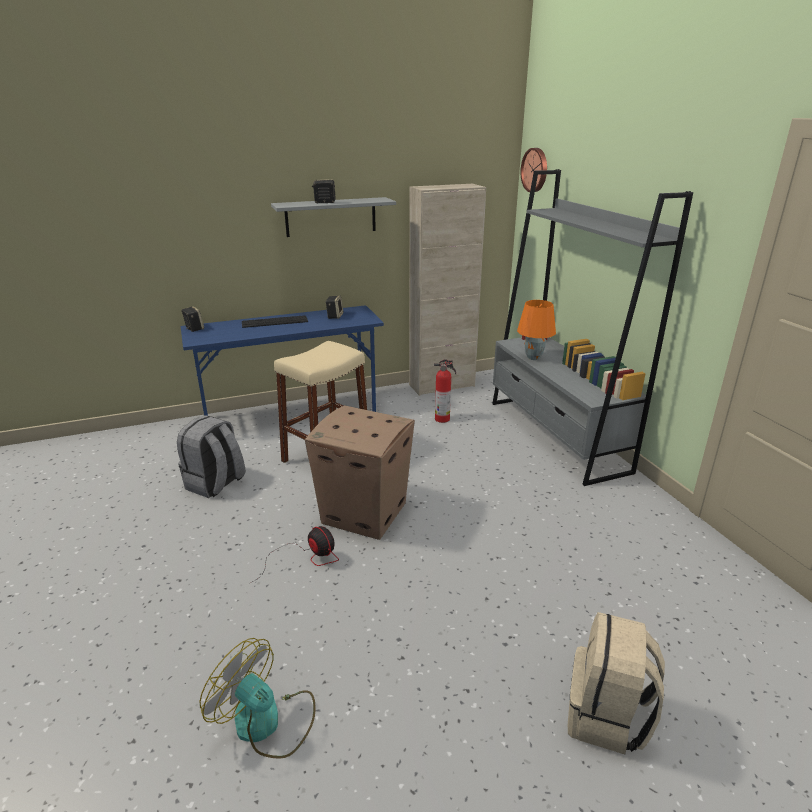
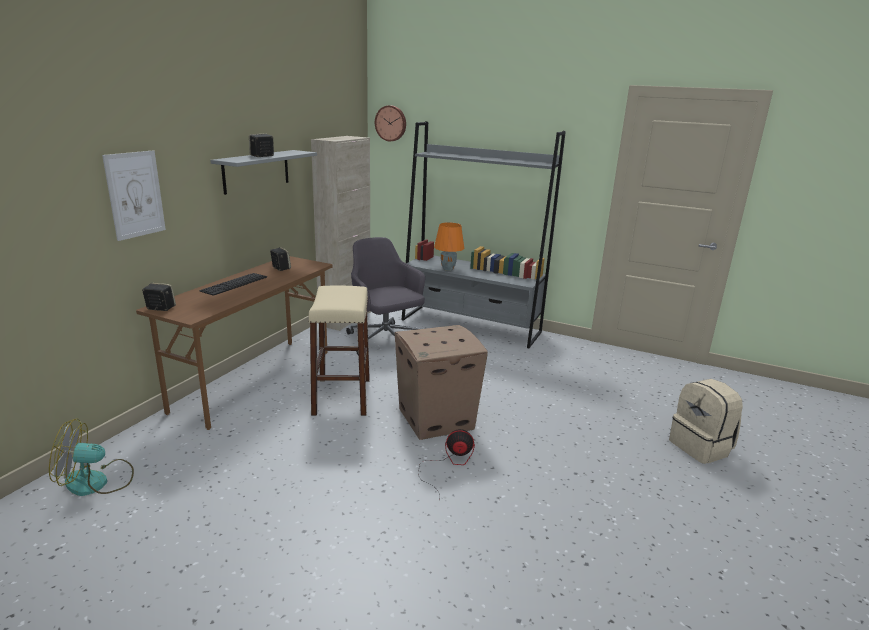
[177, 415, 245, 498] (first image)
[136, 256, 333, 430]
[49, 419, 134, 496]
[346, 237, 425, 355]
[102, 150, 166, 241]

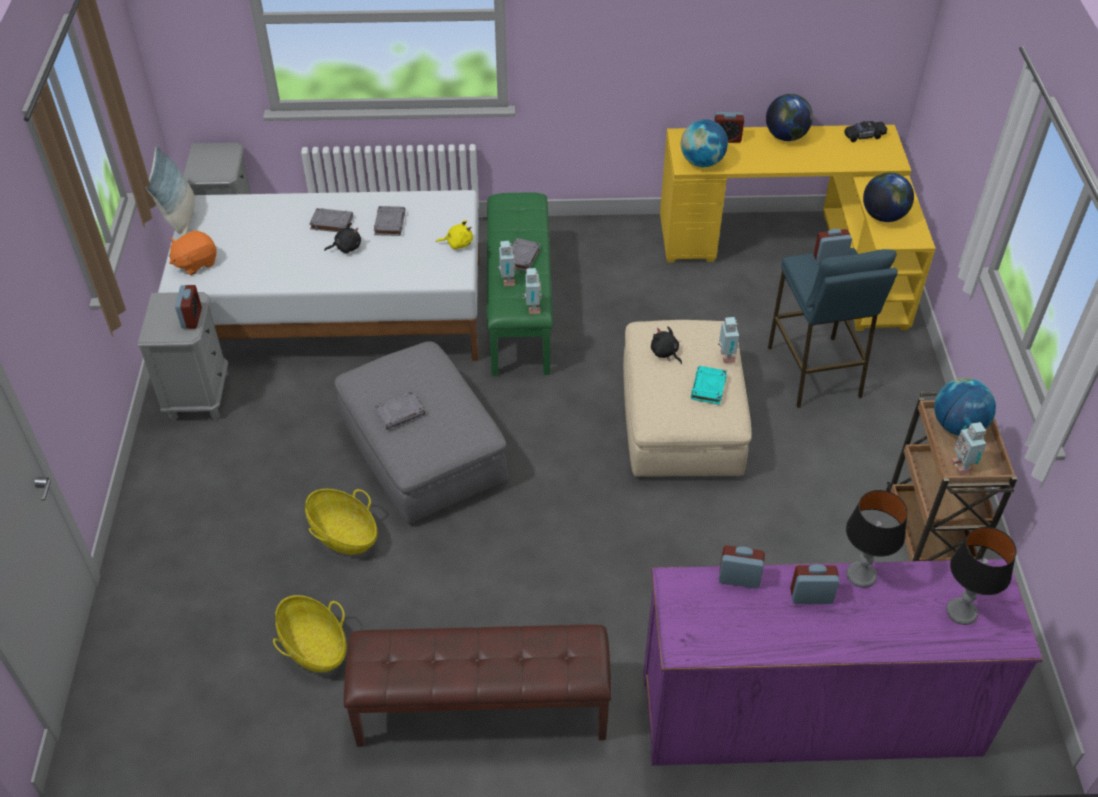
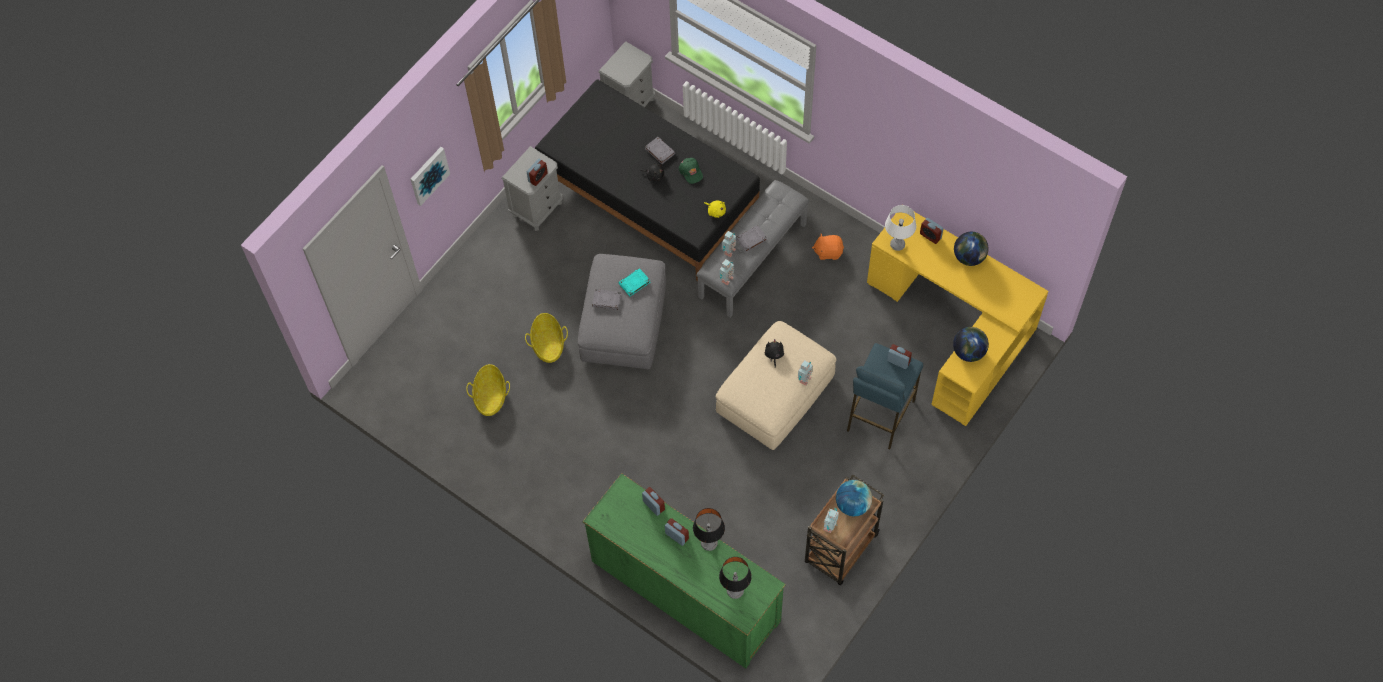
[145, 146, 195, 237] (first image)
[535, 79, 760, 281]
[812, 233, 844, 260]
[344, 624, 611, 747] (first image)
[679, 158, 703, 184]
[696, 180, 809, 318]
[582, 473, 786, 669]
[885, 205, 916, 251]
[618, 268, 651, 296]
[844, 121, 887, 142] (first image)
[410, 147, 450, 206]

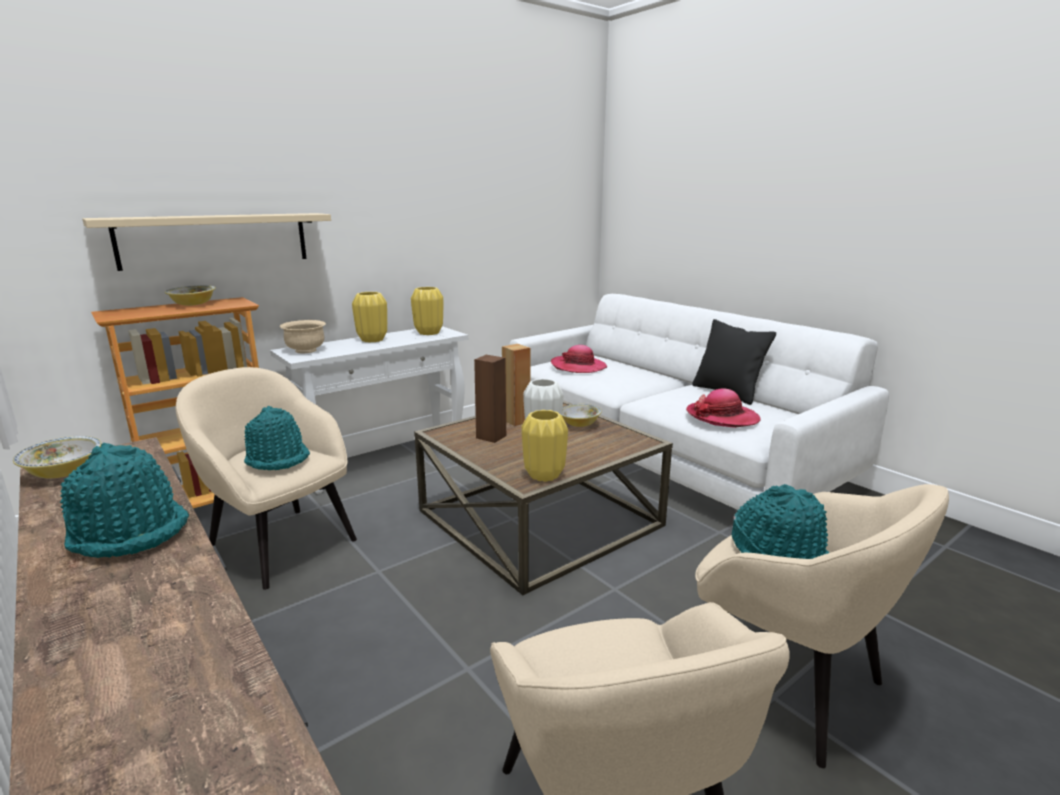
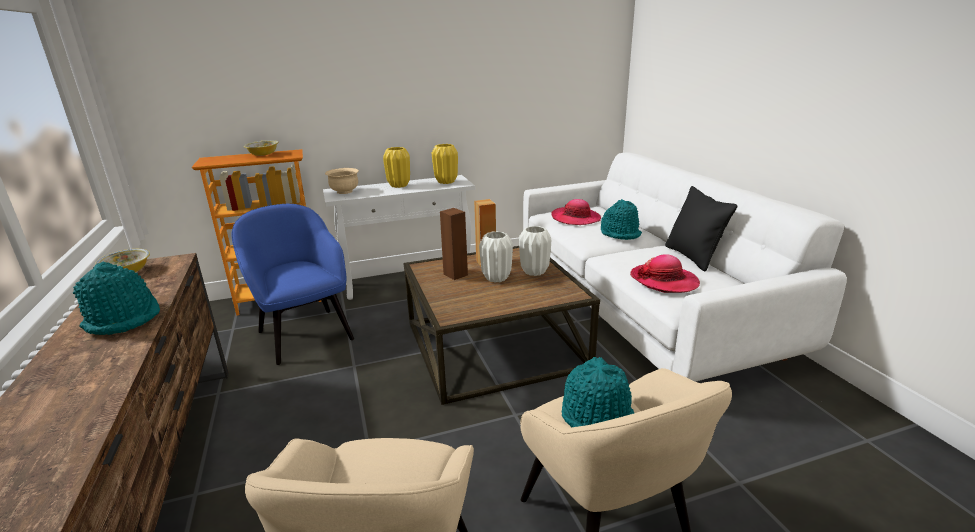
[82, 213, 331, 271] (first image)
[232, 204, 354, 365]
[601, 199, 642, 240]
[521, 410, 568, 482] (first image)
[519, 226, 551, 276]

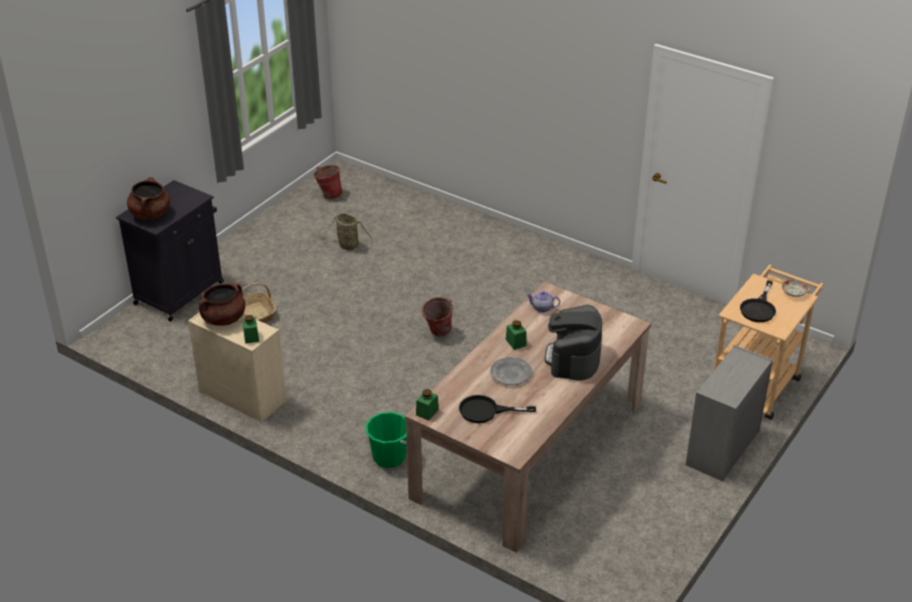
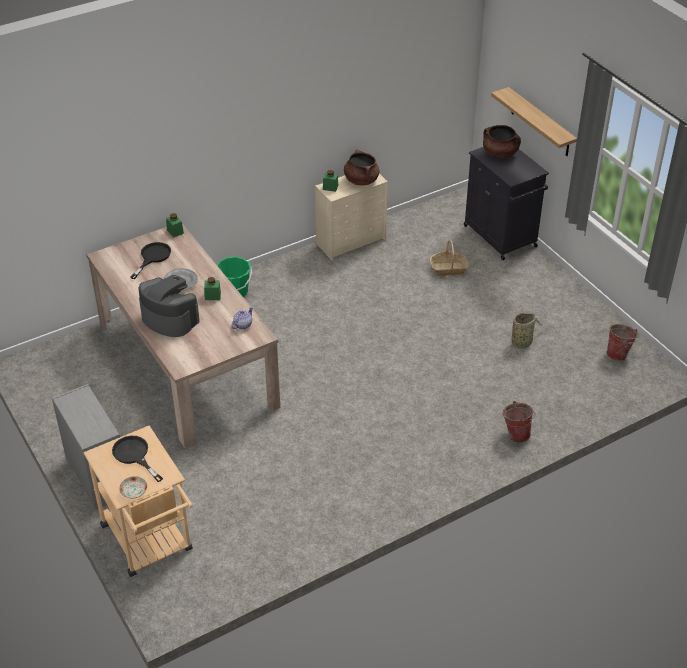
[503, 401, 535, 442]
[491, 87, 577, 156]

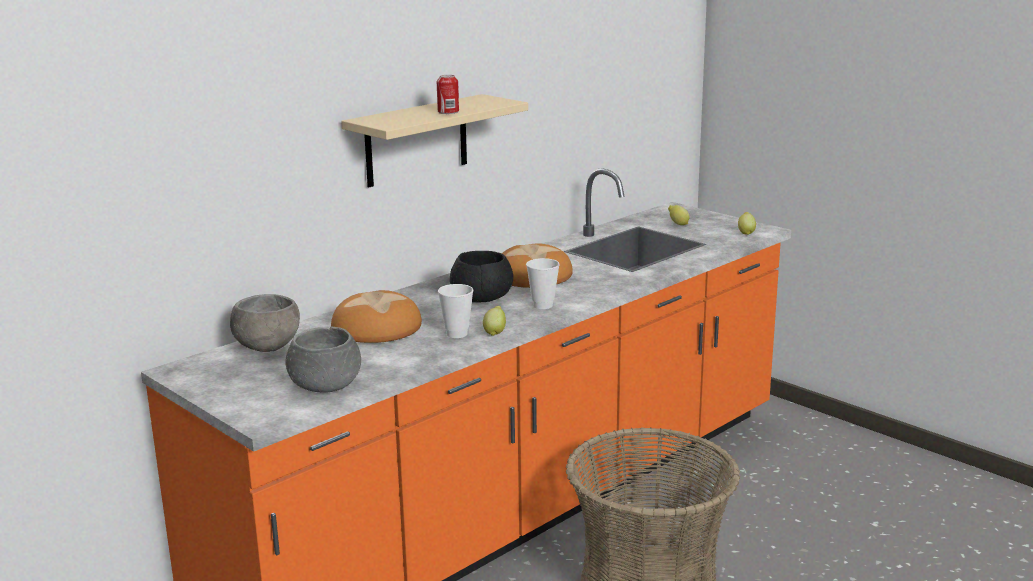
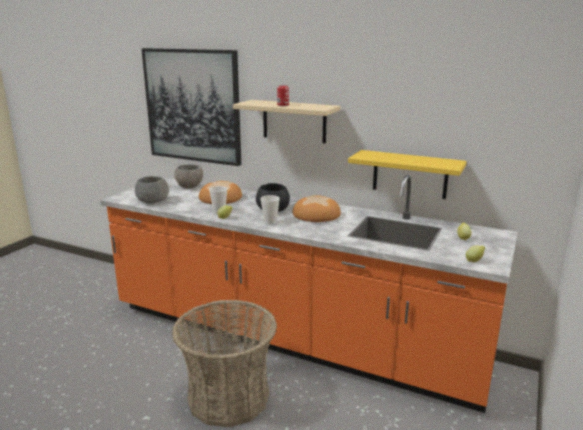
[142, 48, 241, 166]
[348, 150, 467, 199]

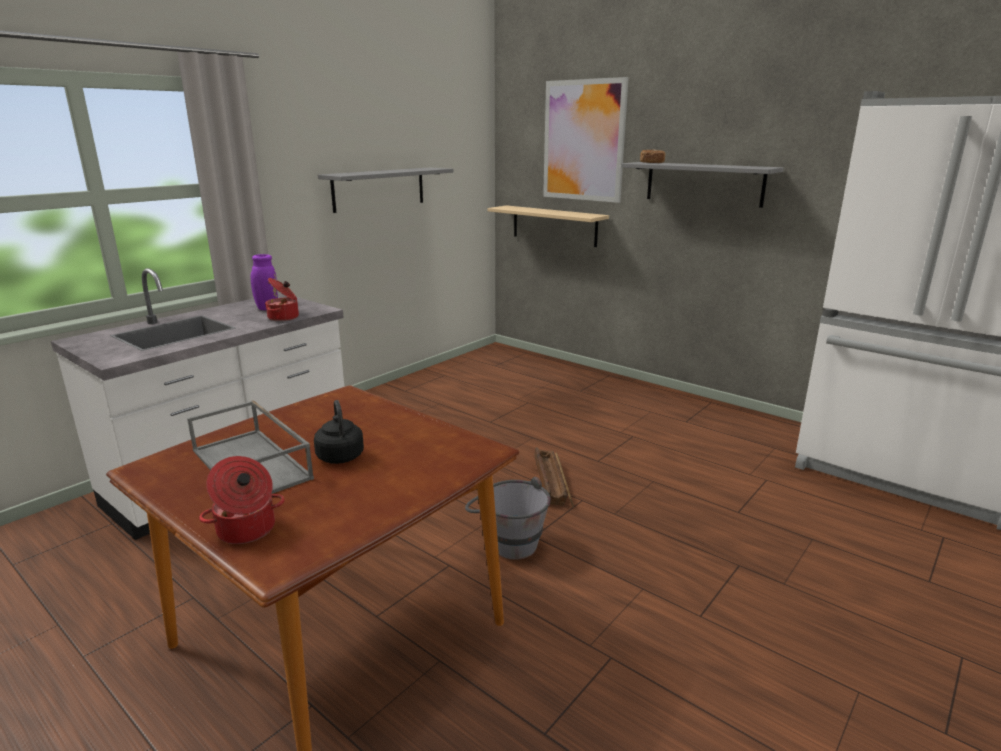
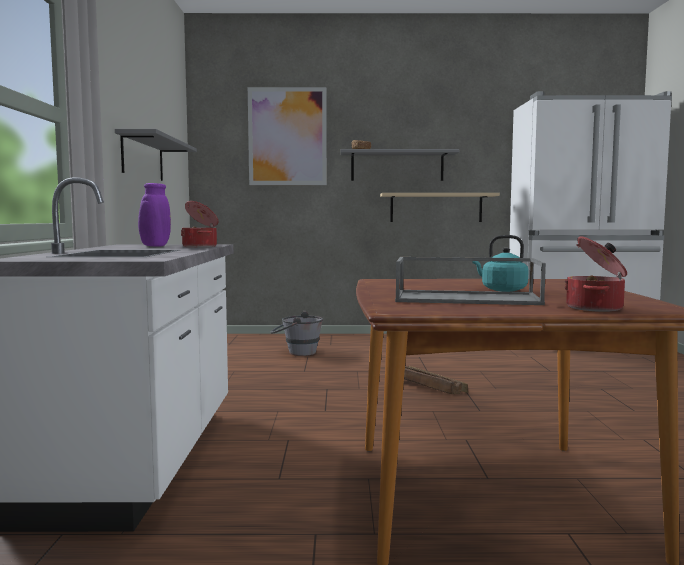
[472, 235, 529, 292]
[270, 311, 323, 356]
[380, 193, 500, 222]

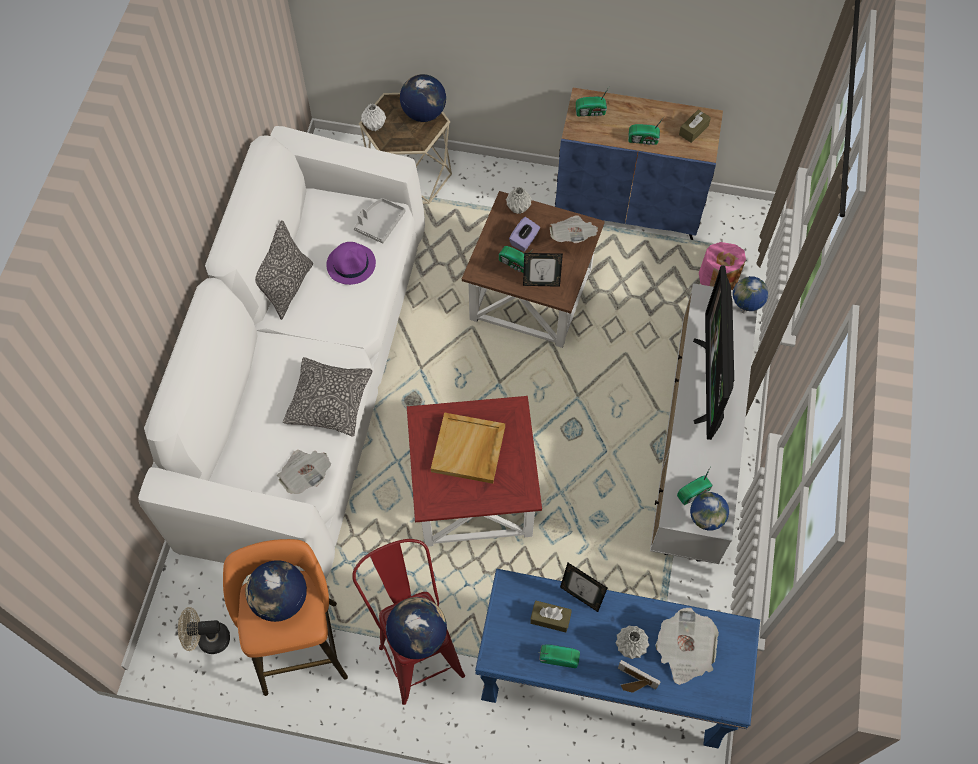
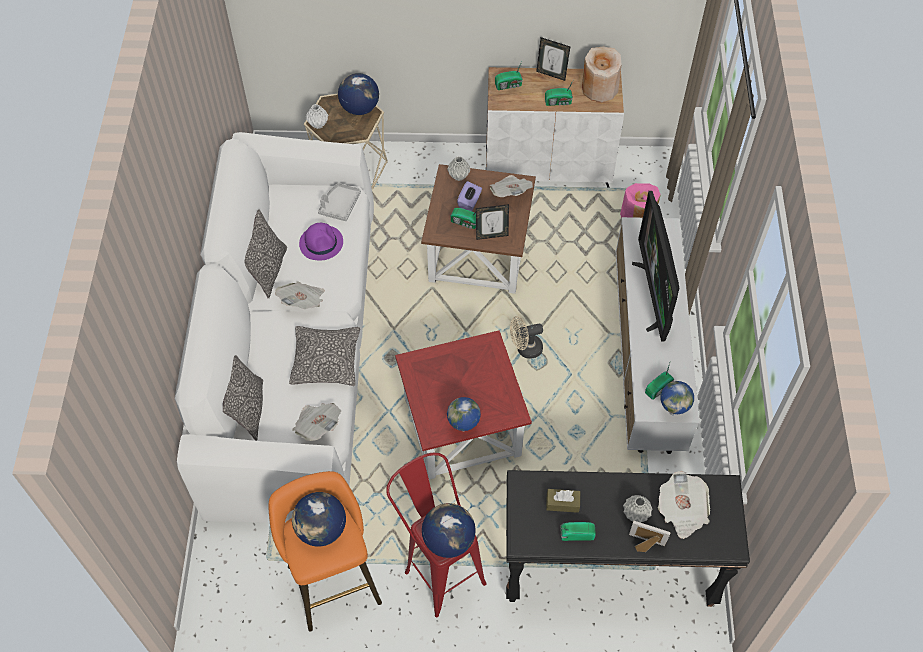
[510, 316, 543, 359]
[431, 412, 505, 484] (first image)
[506, 470, 750, 607]
[486, 67, 624, 188]
[536, 37, 570, 81]
[582, 47, 622, 102]
[447, 397, 481, 431]
[223, 355, 263, 441]
[275, 282, 325, 309]

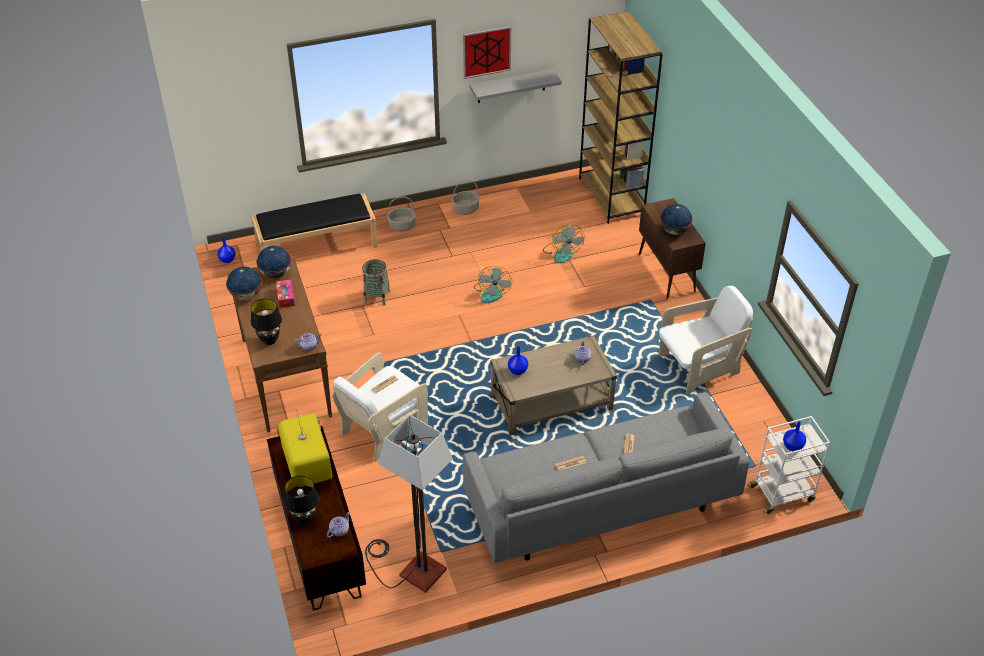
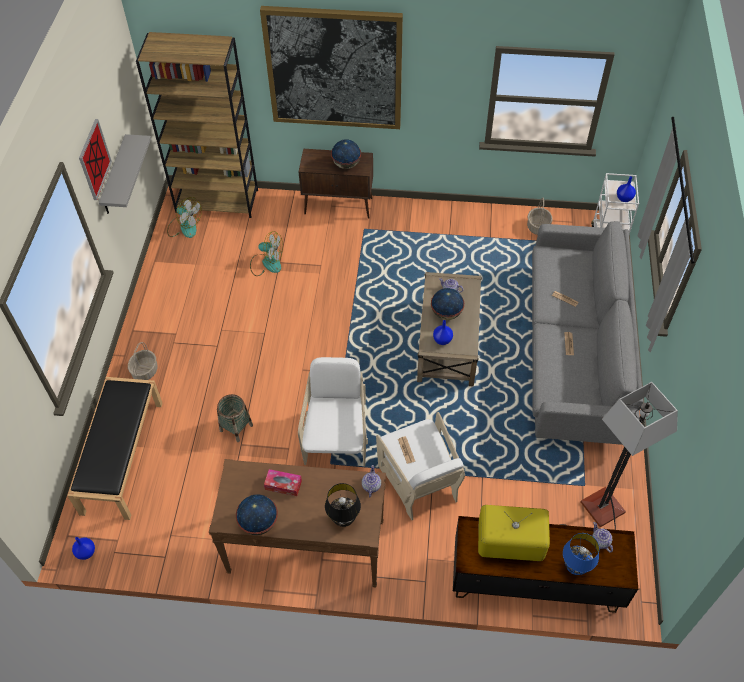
[431, 288, 464, 320]
[563, 533, 599, 575]
[527, 198, 553, 235]
[167, 197, 202, 238]
[298, 357, 368, 467]
[260, 6, 403, 129]

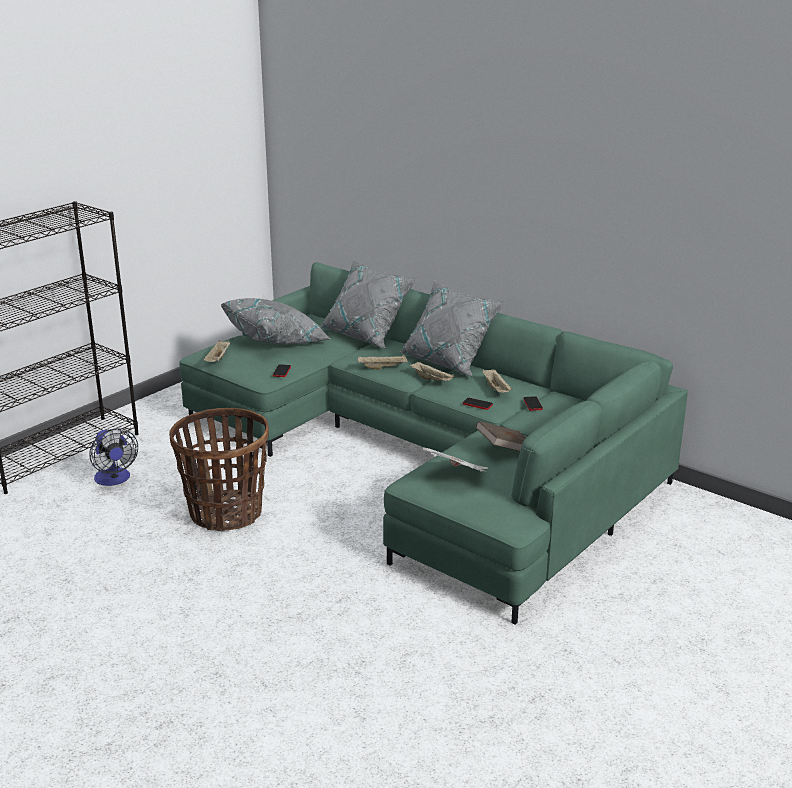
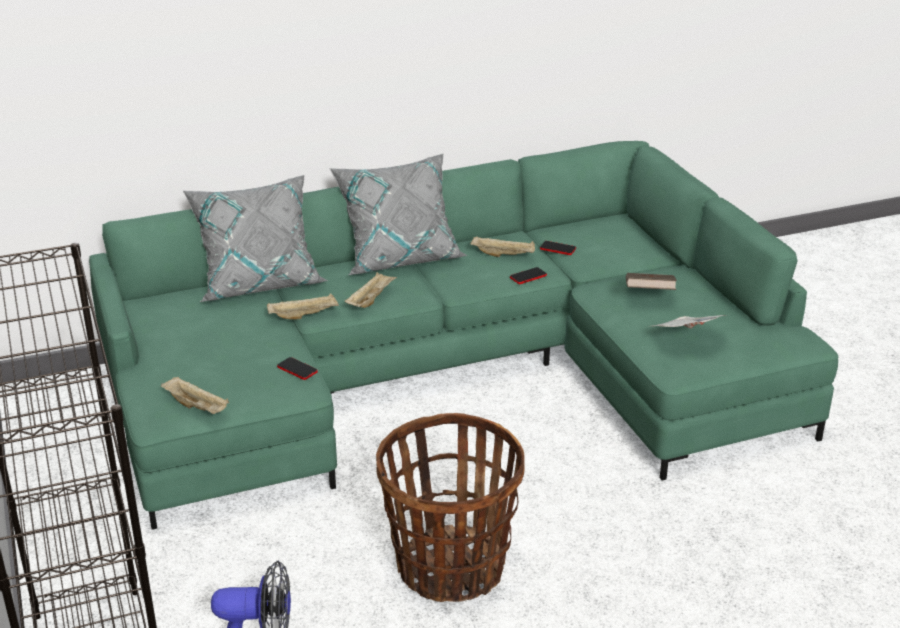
[220, 298, 330, 344] (first image)
[267, 293, 339, 319]

